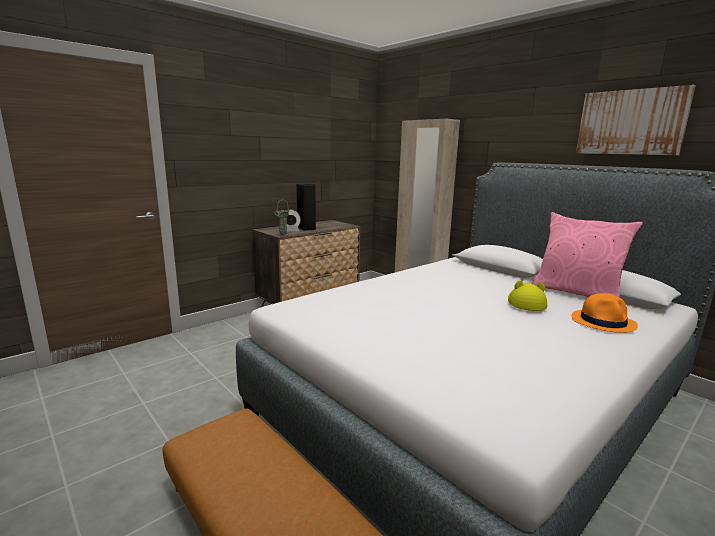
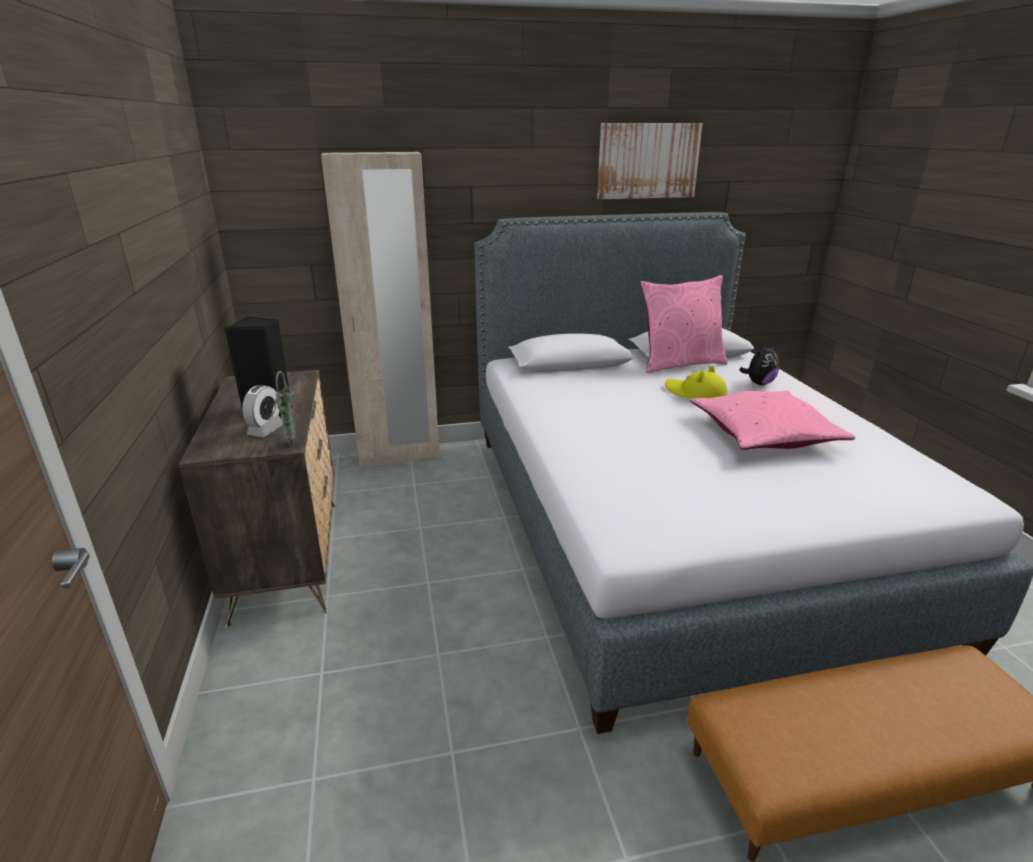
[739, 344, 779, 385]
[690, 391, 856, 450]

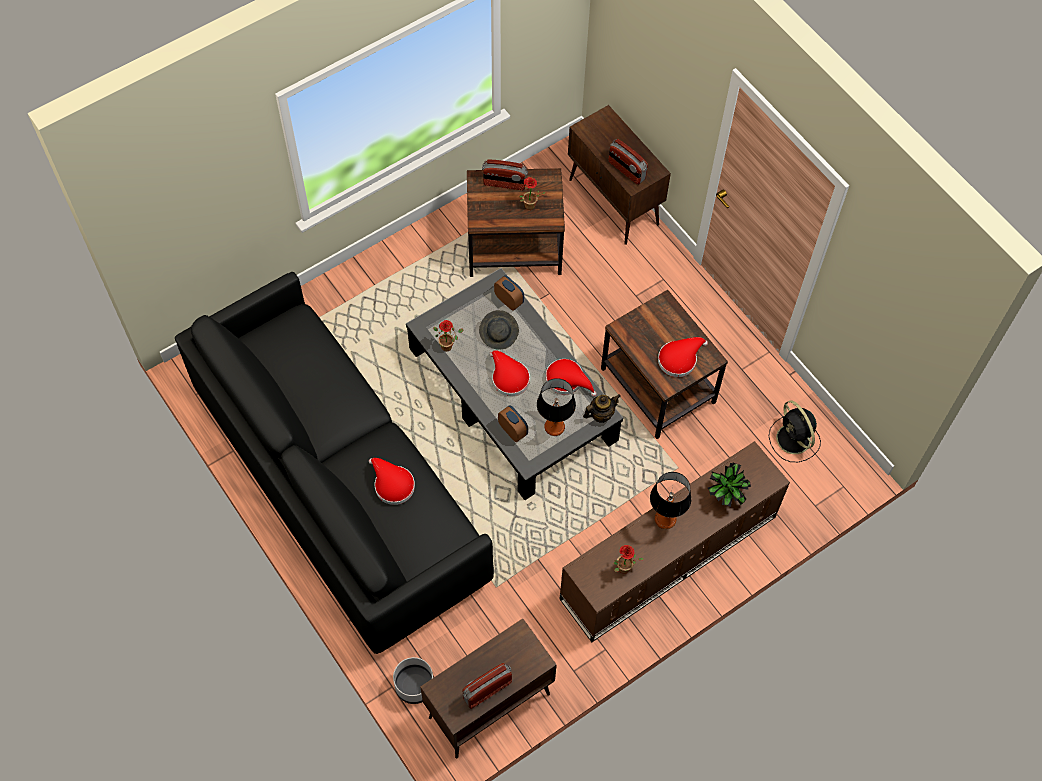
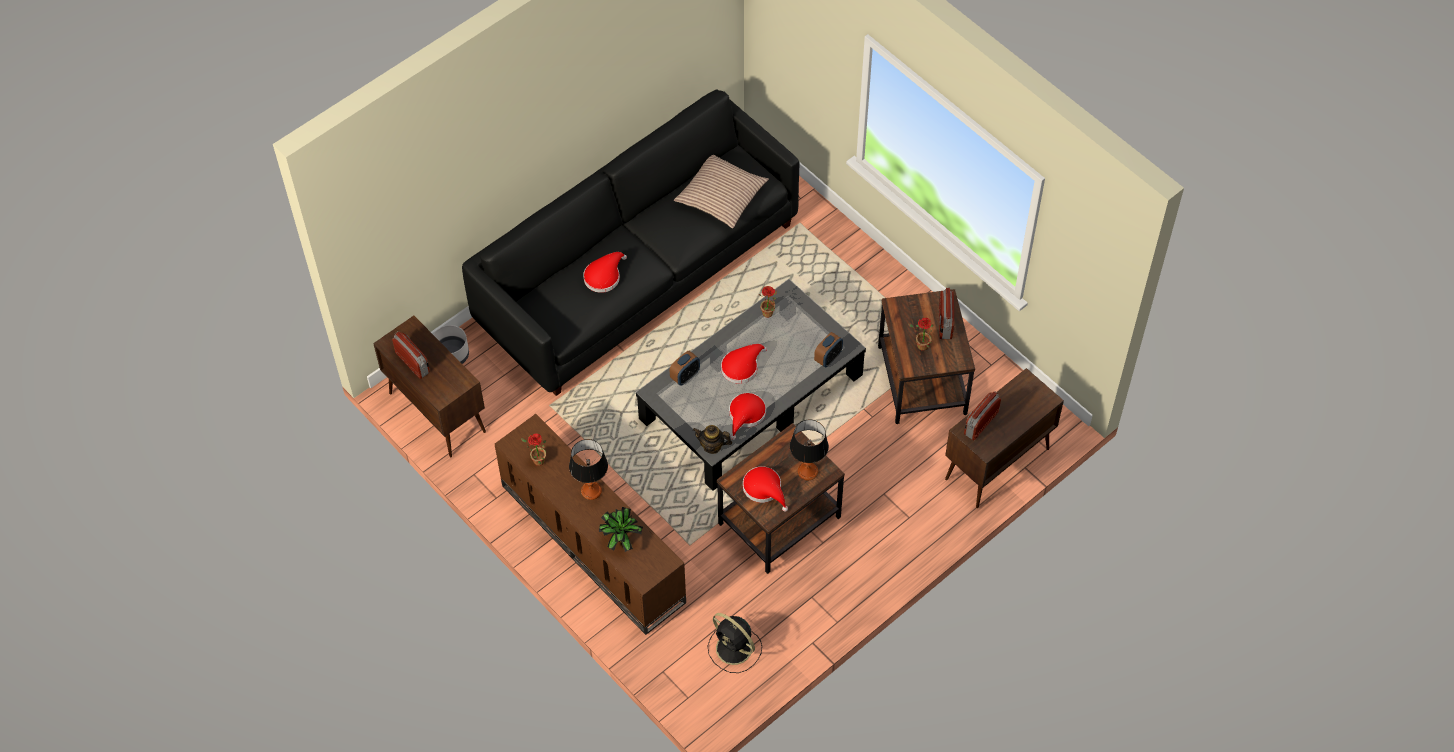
[479, 310, 519, 349] (first image)
[790, 420, 829, 481]
[693, 425, 732, 454]
[708, 613, 762, 673]
[674, 155, 769, 229]

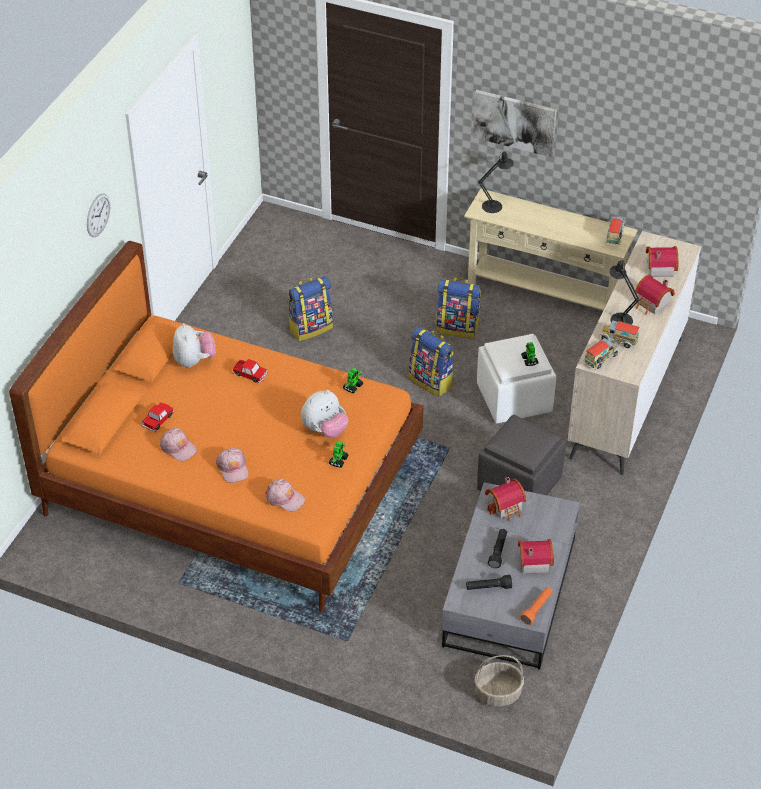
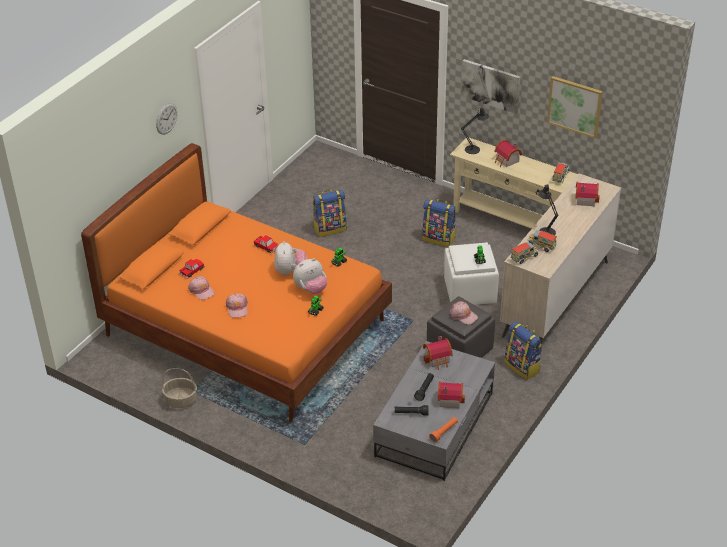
[274, 241, 307, 275]
[450, 301, 478, 325]
[504, 321, 542, 380]
[162, 368, 197, 408]
[494, 140, 522, 167]
[547, 76, 603, 139]

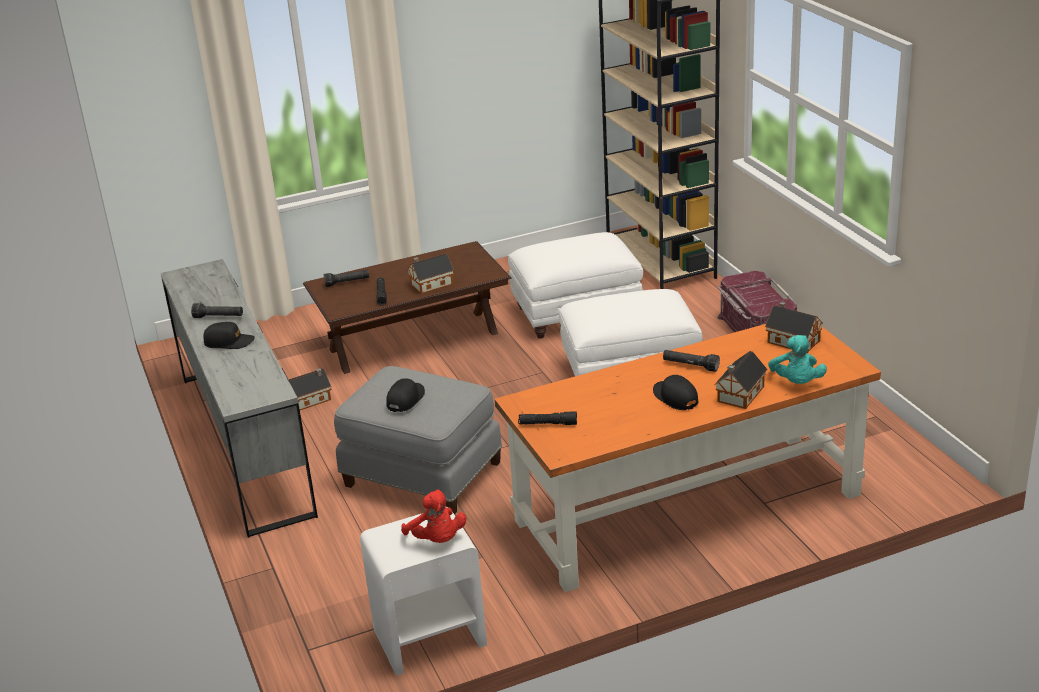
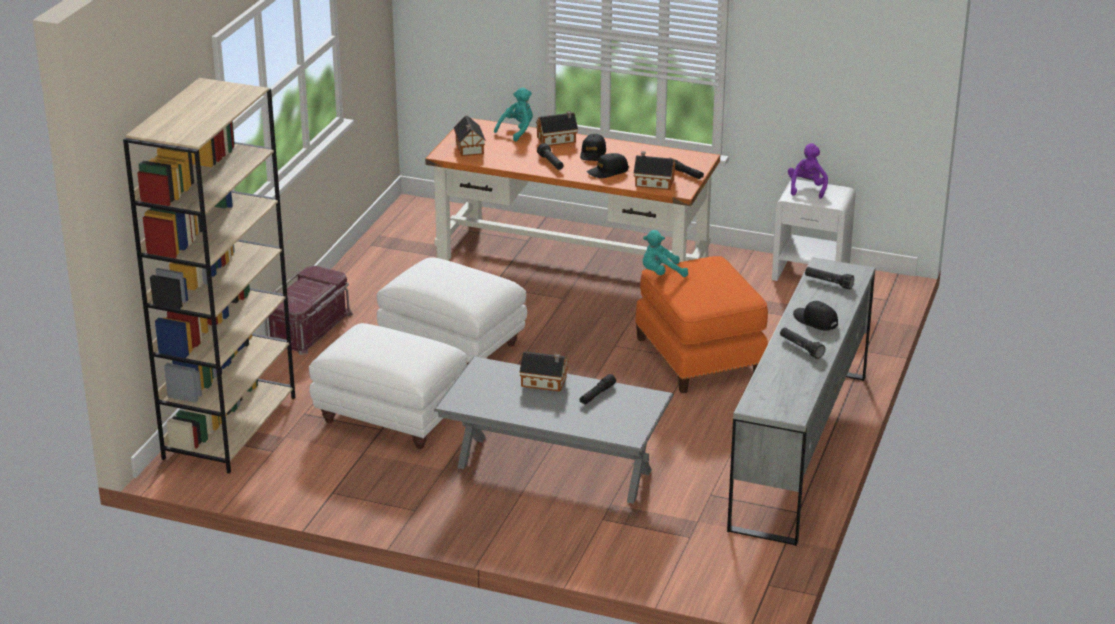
[634, 151, 676, 190]
[434, 357, 674, 504]
[805, 267, 854, 290]
[635, 256, 768, 393]
[587, 153, 629, 178]
[788, 143, 828, 199]
[643, 230, 688, 277]

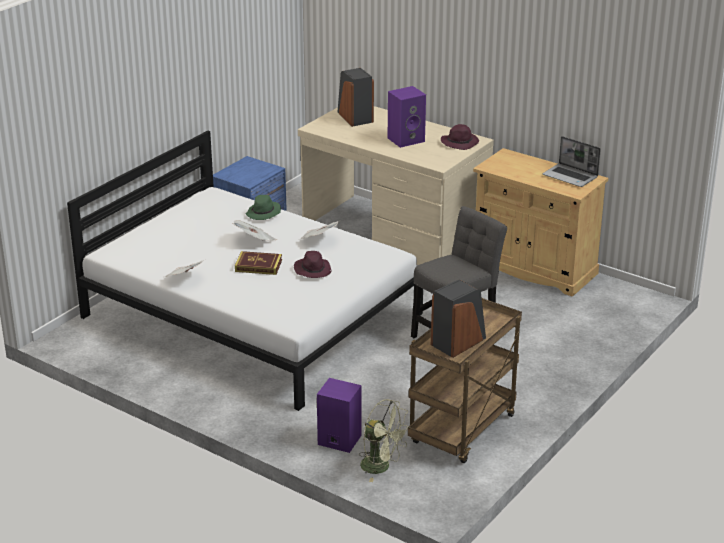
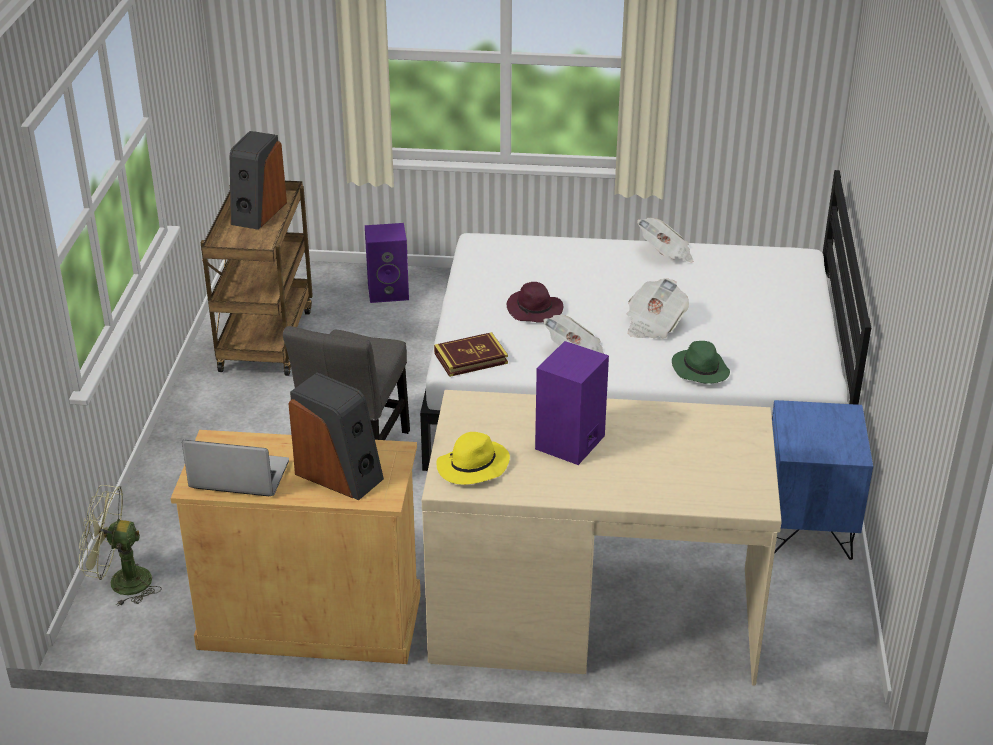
[434, 332, 508, 377]
[288, 372, 384, 500]
[79, 485, 162, 606]
[437, 432, 510, 485]

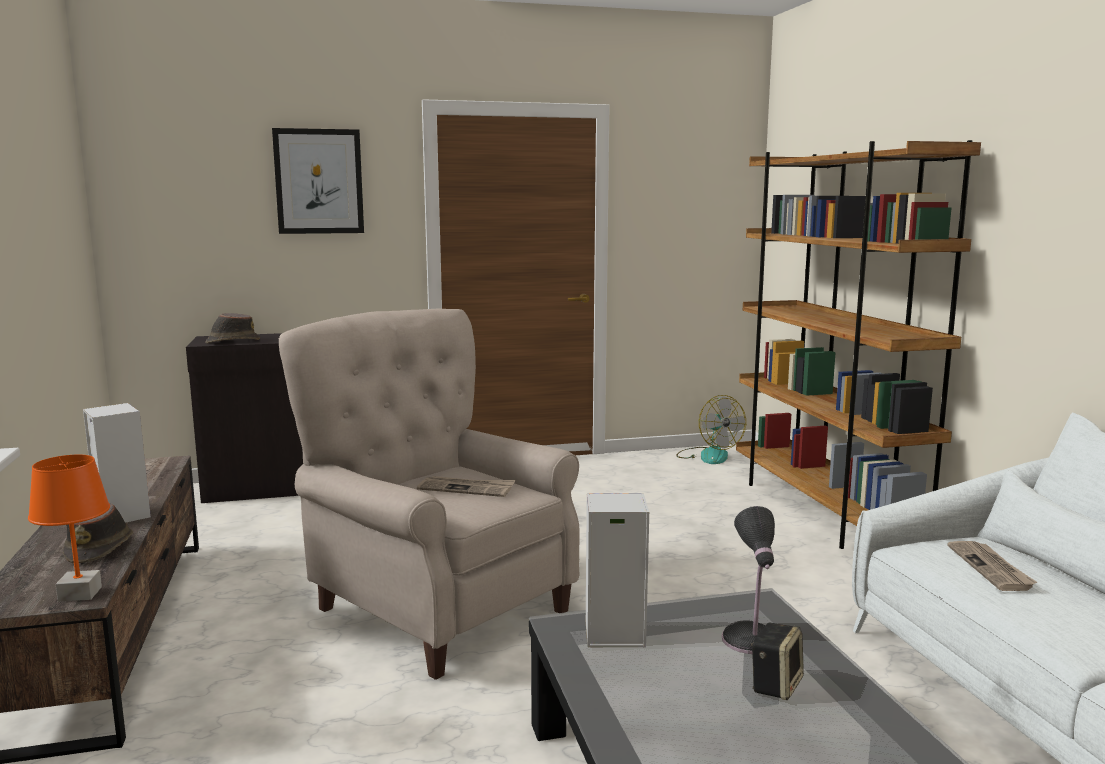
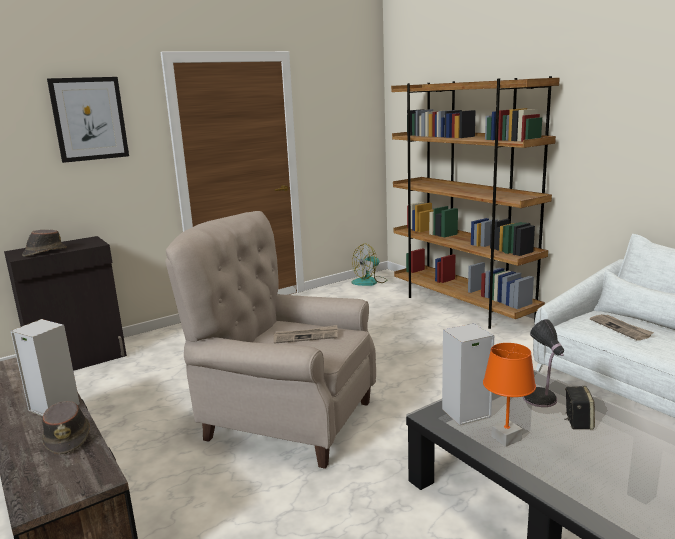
[483, 343, 536, 447]
[352, 244, 387, 286]

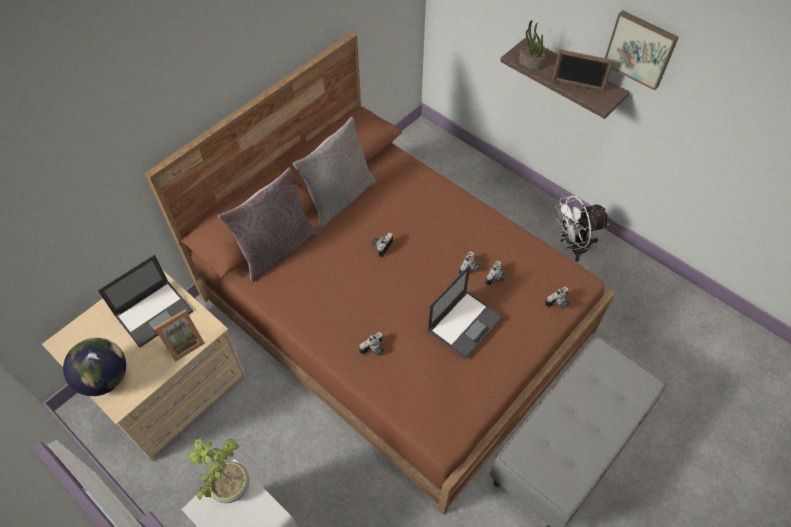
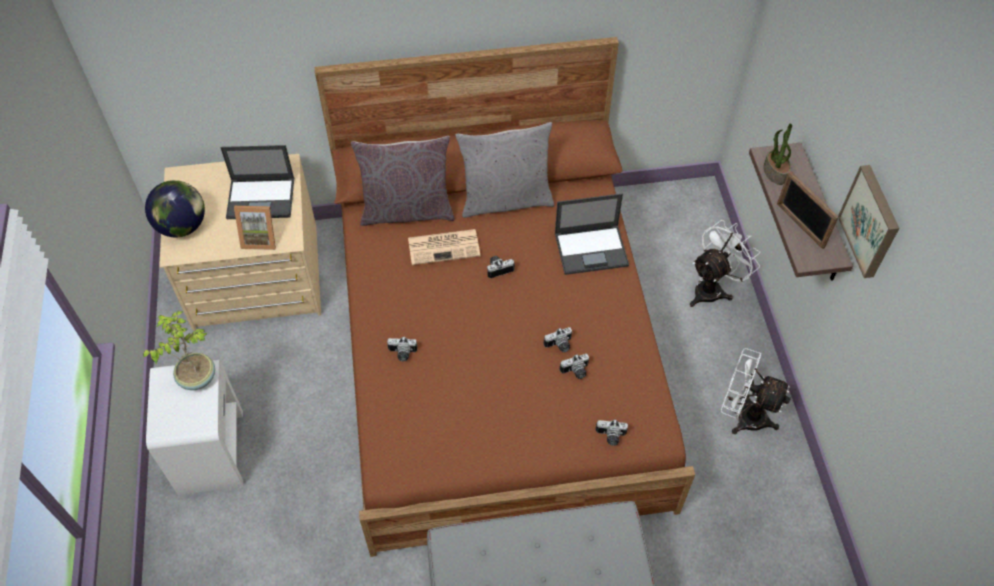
[555, 194, 629, 275]
[408, 229, 480, 265]
[690, 220, 760, 307]

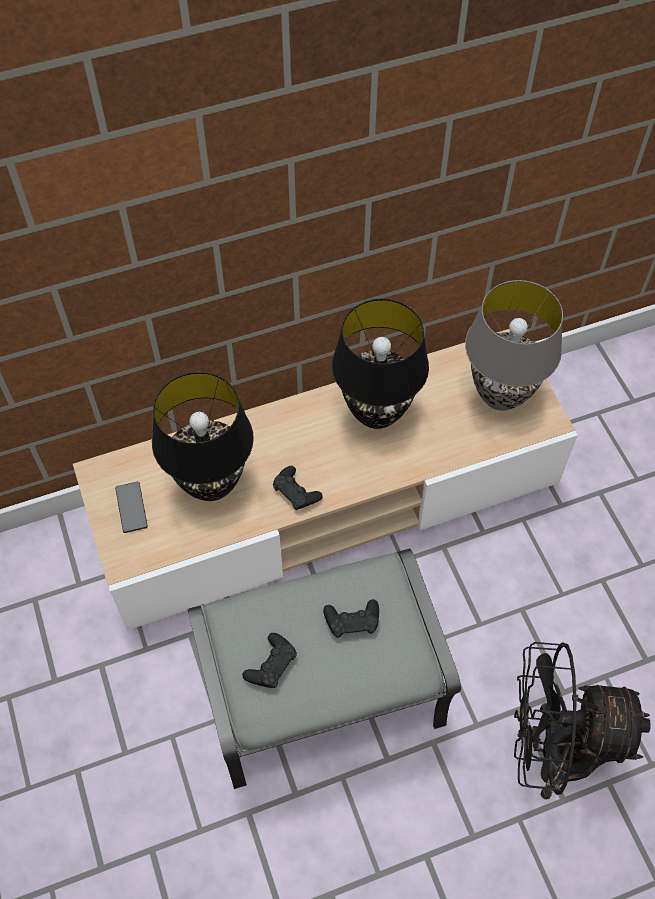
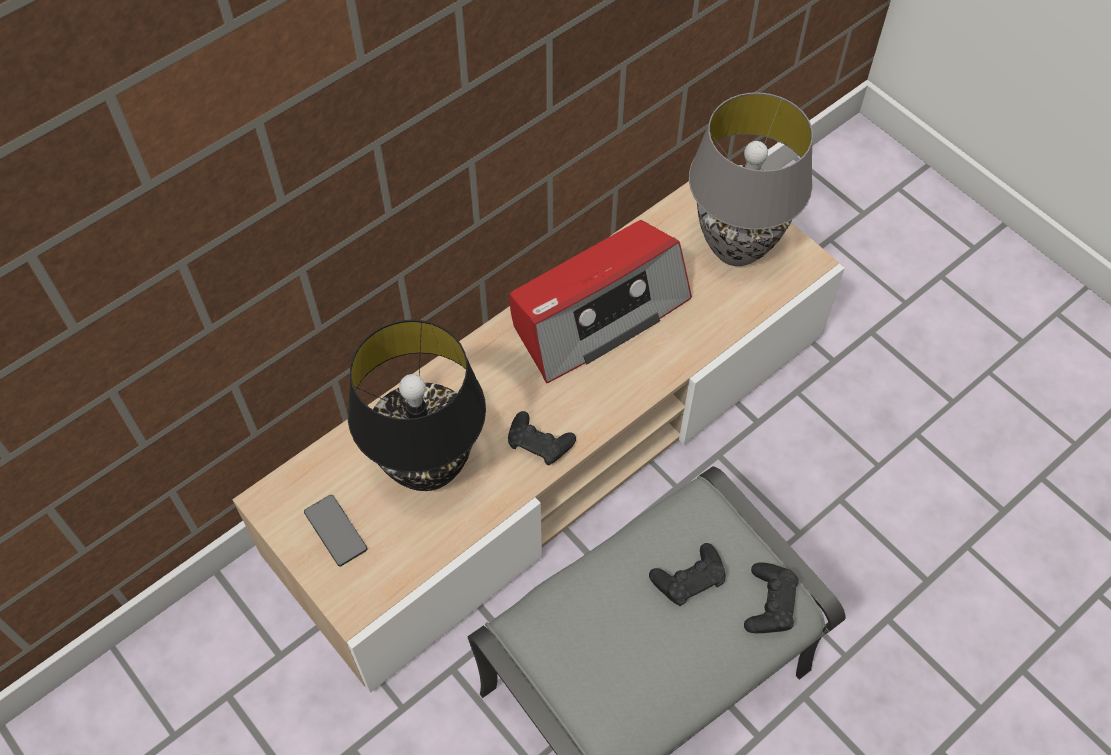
[744, 563, 799, 633]
[509, 220, 692, 383]
[514, 642, 651, 800] (first image)

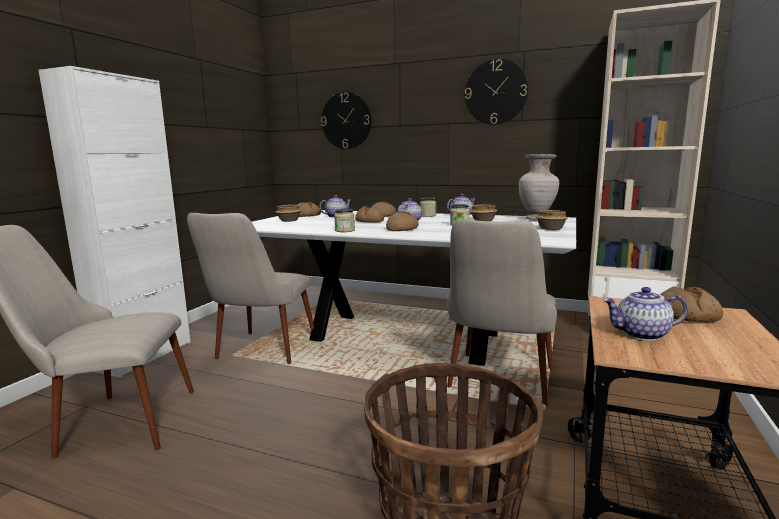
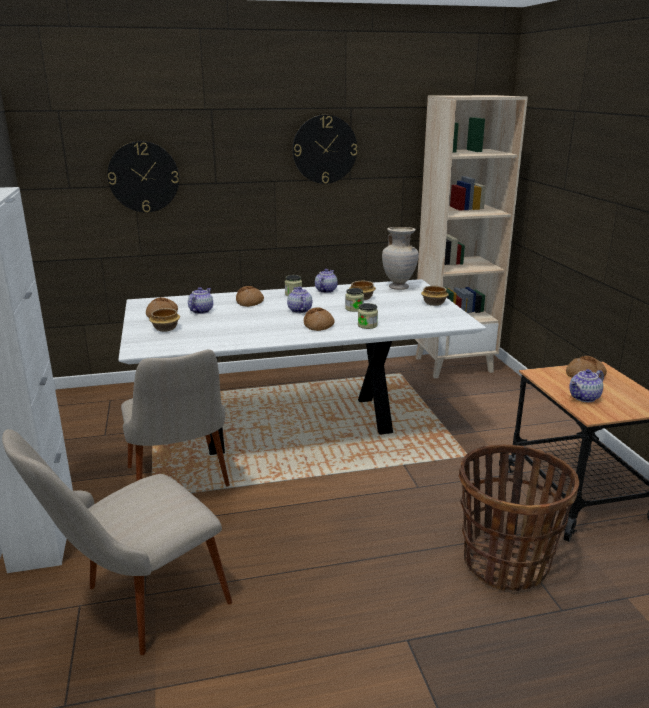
[358, 303, 378, 329]
[355, 206, 384, 222] (first image)
[447, 219, 557, 406] (first image)

